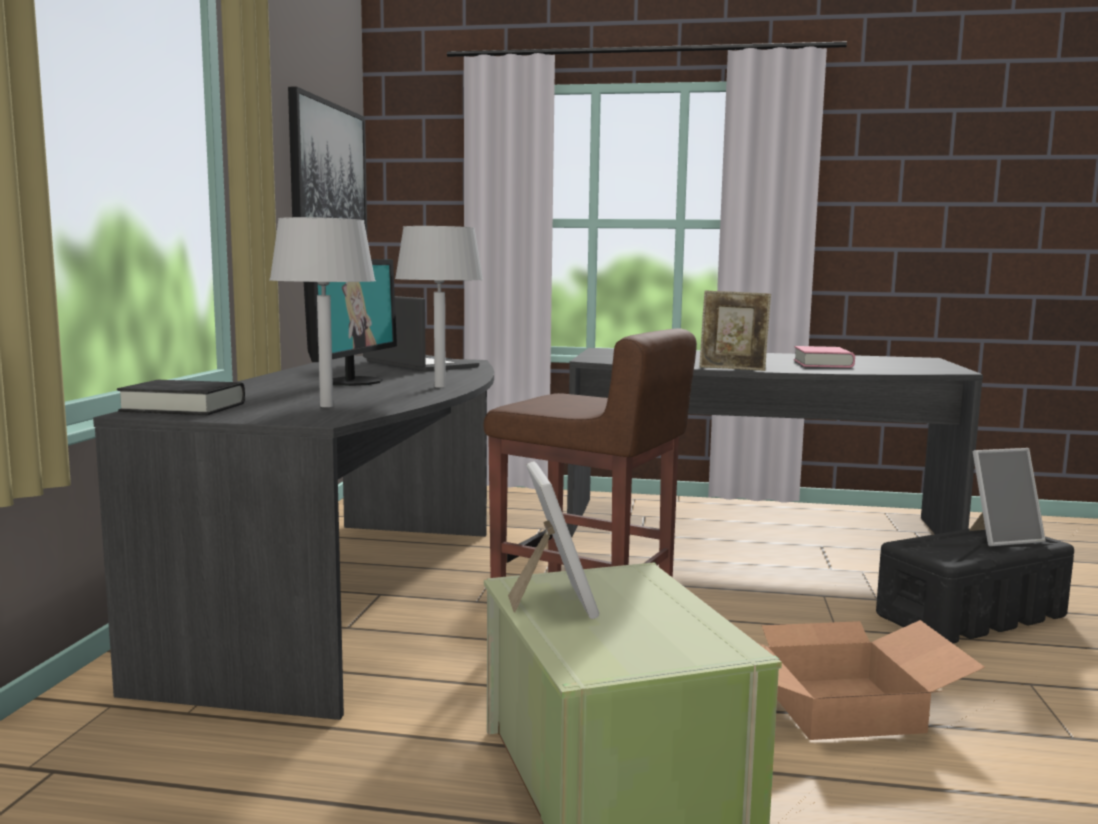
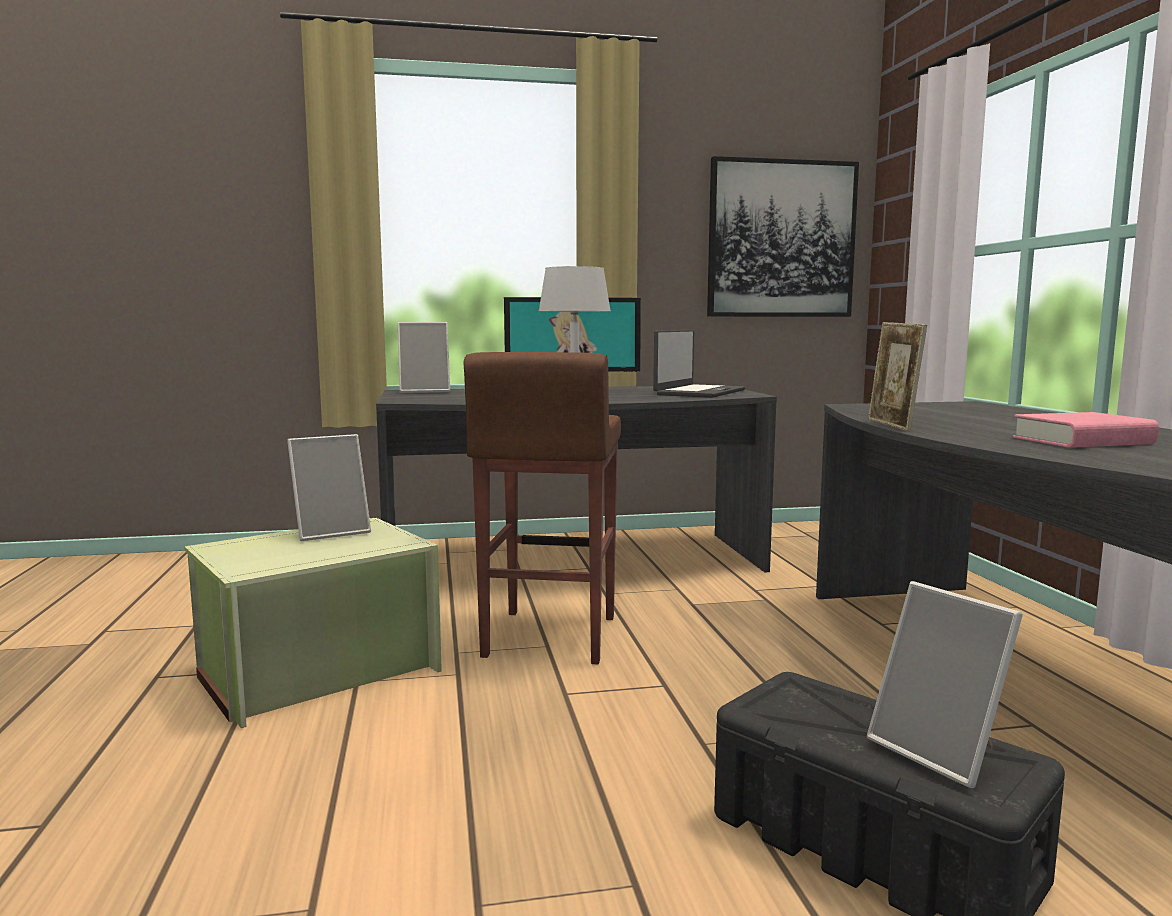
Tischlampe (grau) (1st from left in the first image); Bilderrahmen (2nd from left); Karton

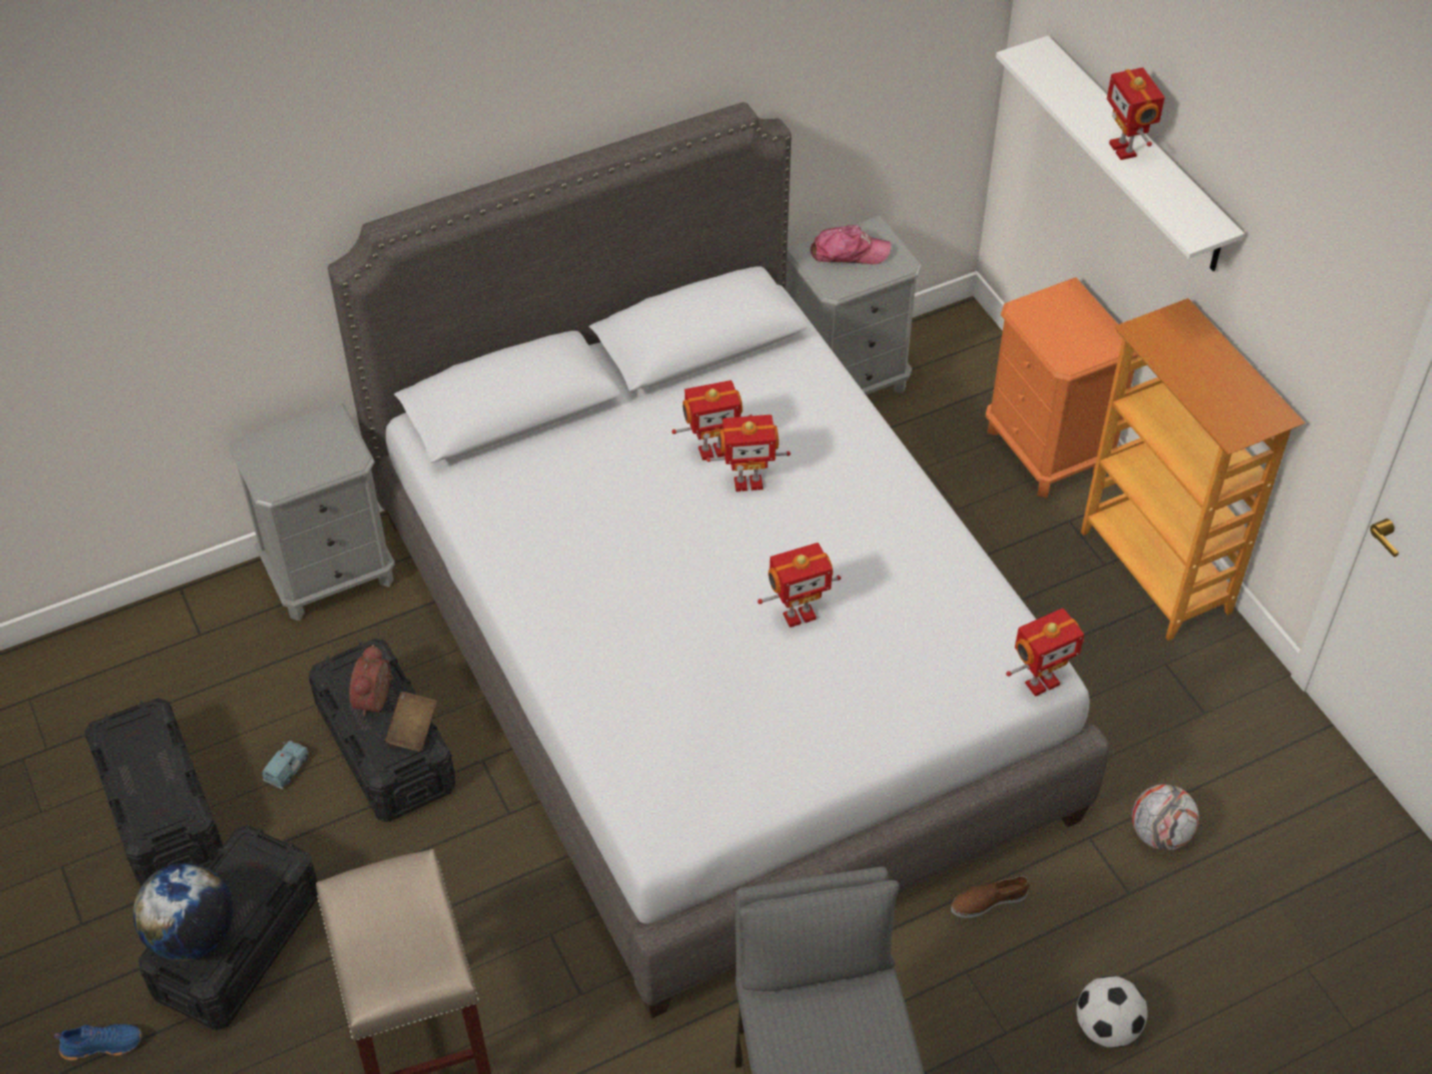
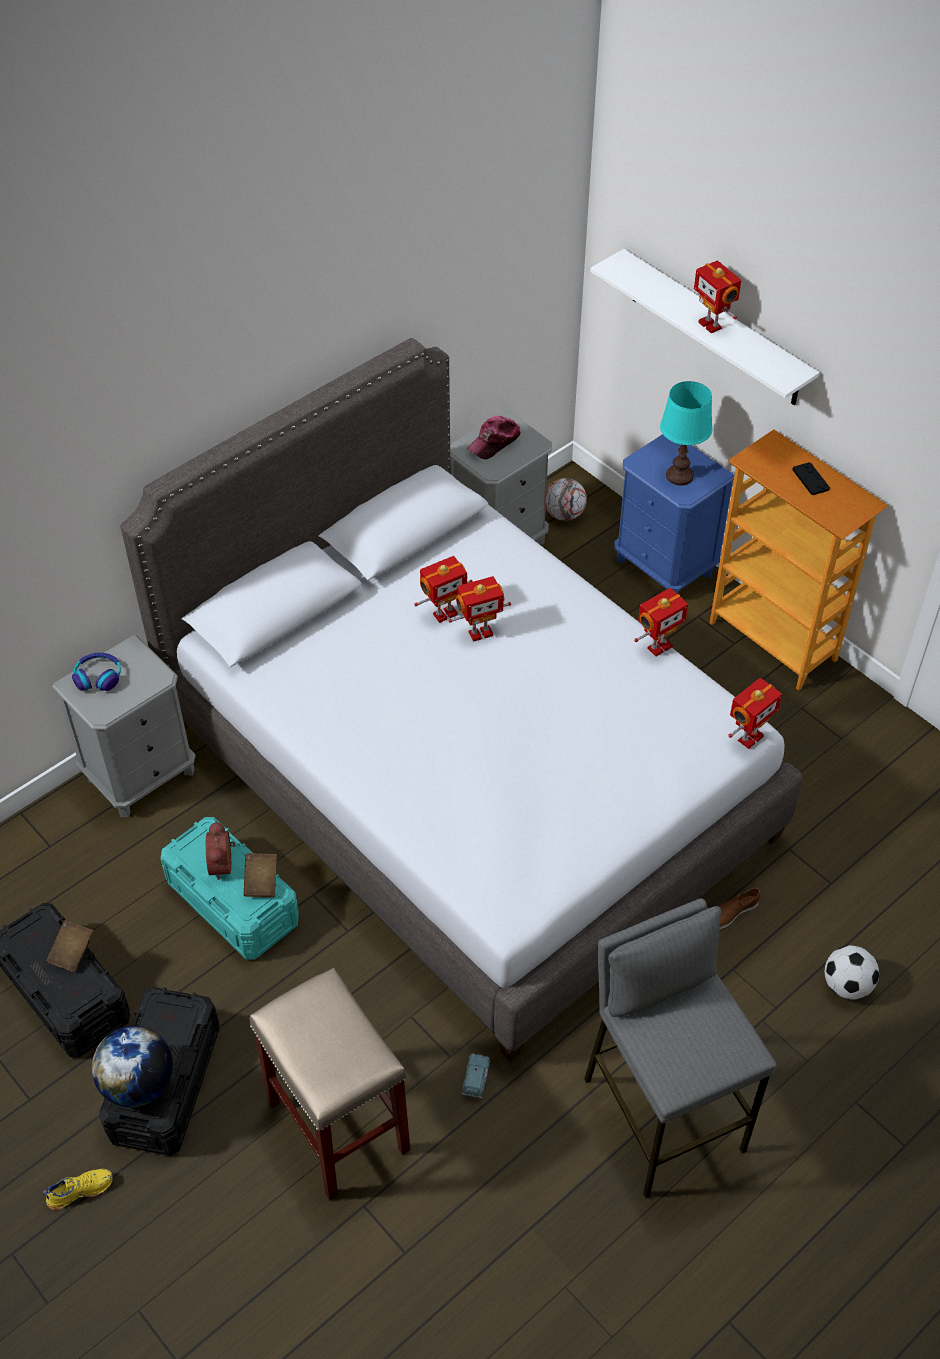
Kappe; Nachttisch (blau); Spielzeugroboter (3rd from left); Aufbewahrungsbox (türkis); Spielzeugauto (blau); Fußball (1st from left); Schuh (gelb); Tischlampe (türkis); Gamepad (schwarz); Kopfhörer; Buch (braun) (1st from left)

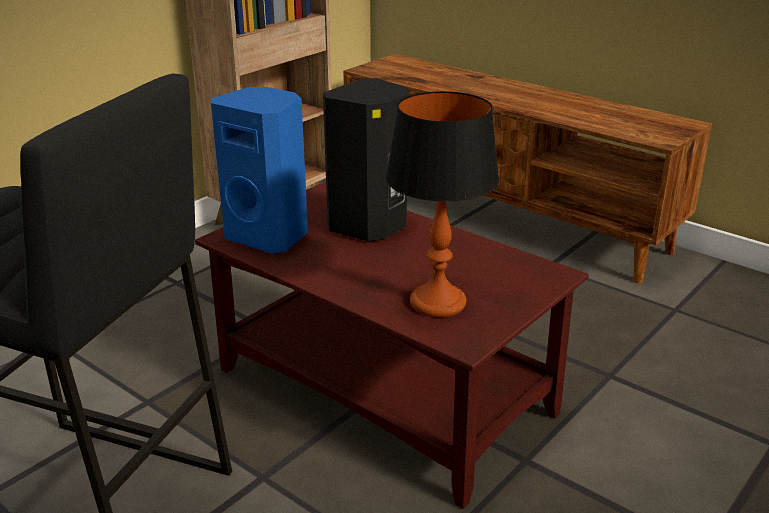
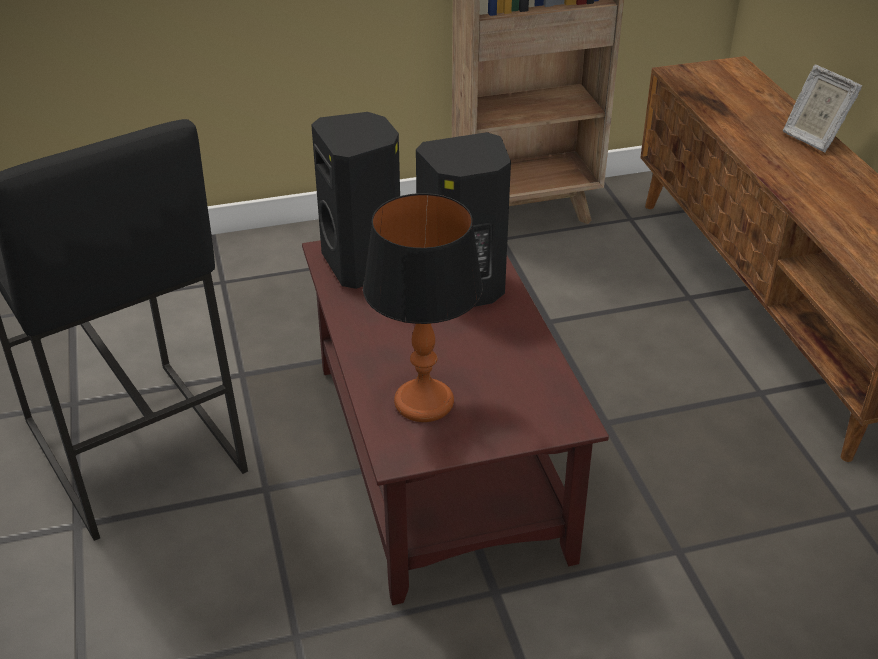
Lautsprecher (schwarz) (1st from left); Bilderrahmen

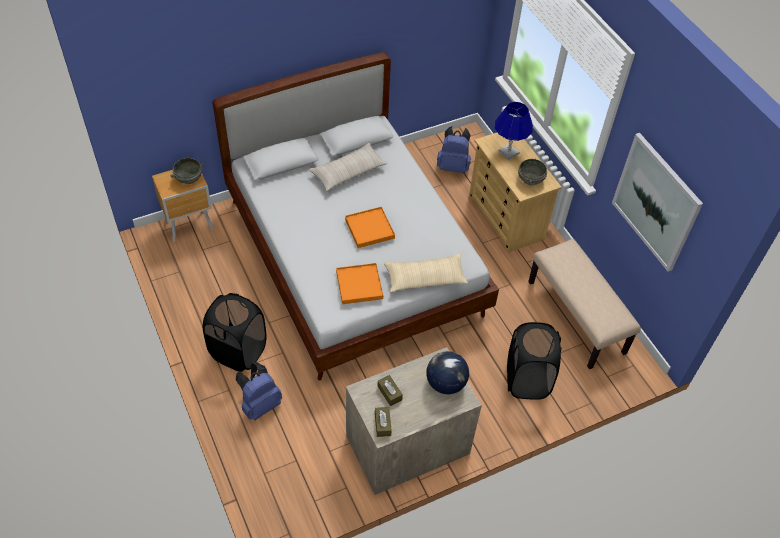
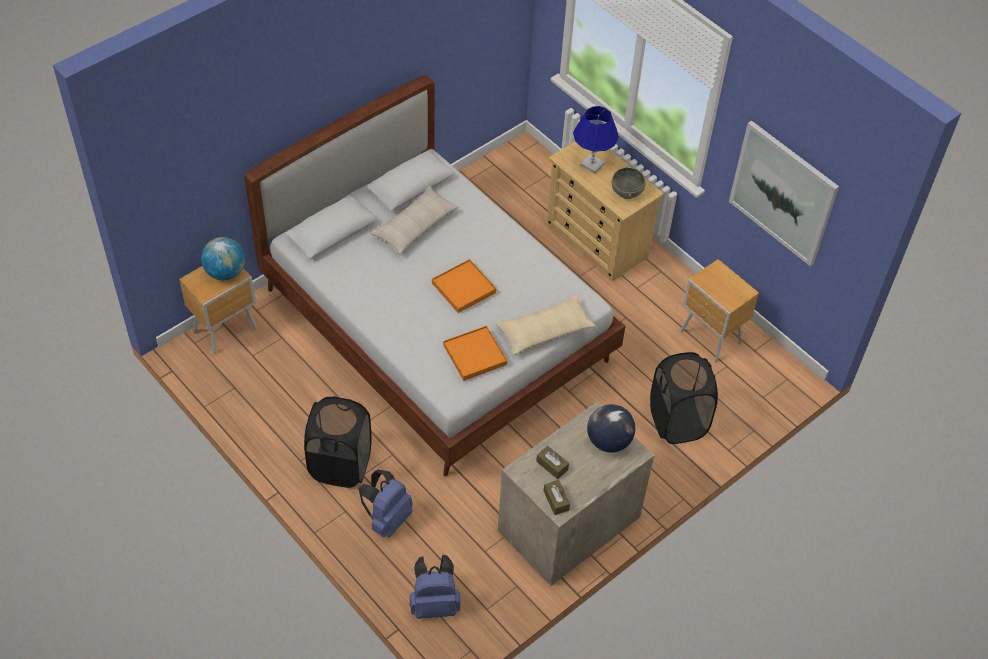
Rucksack (blau) (2nd from left); Globus (1st from left); Nachttisch (braun) (2nd from left)

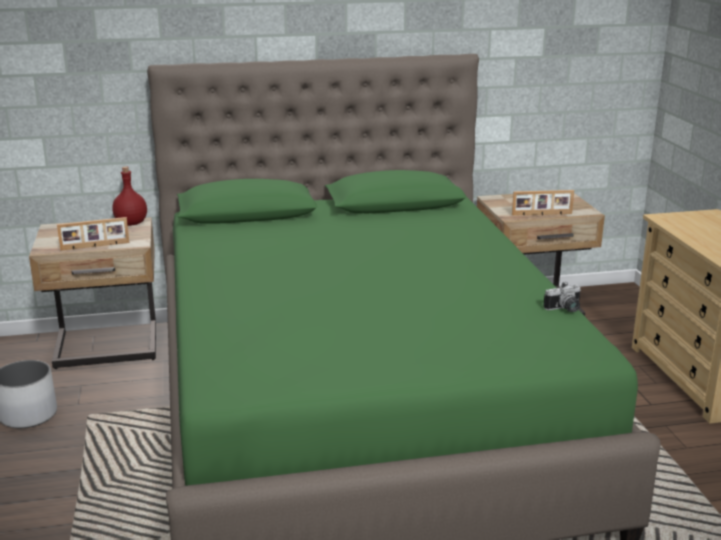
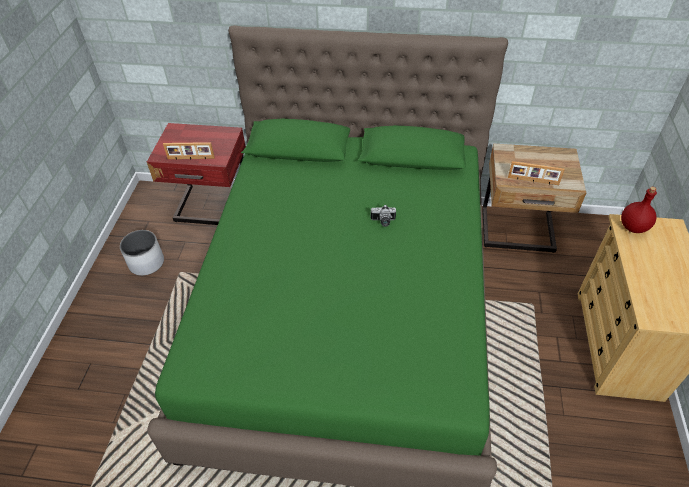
Flasche (rot); Nachttisch (rot); Kamera

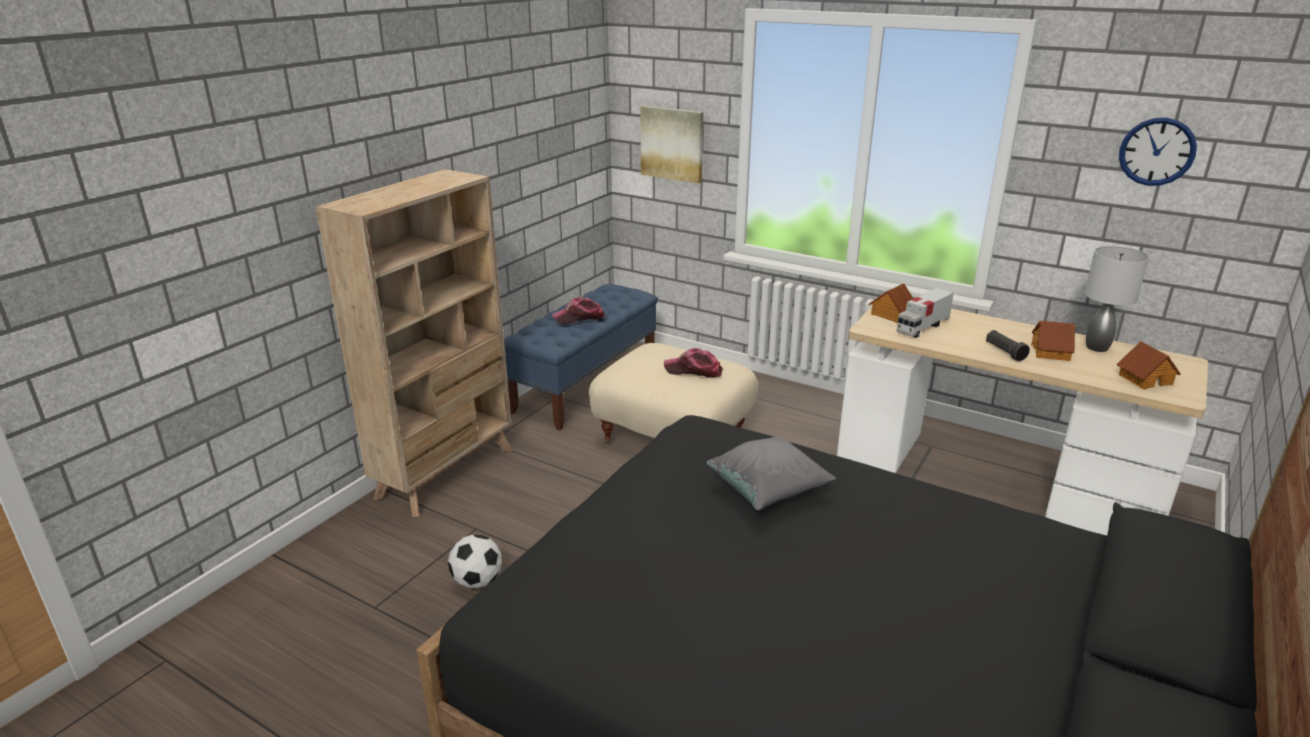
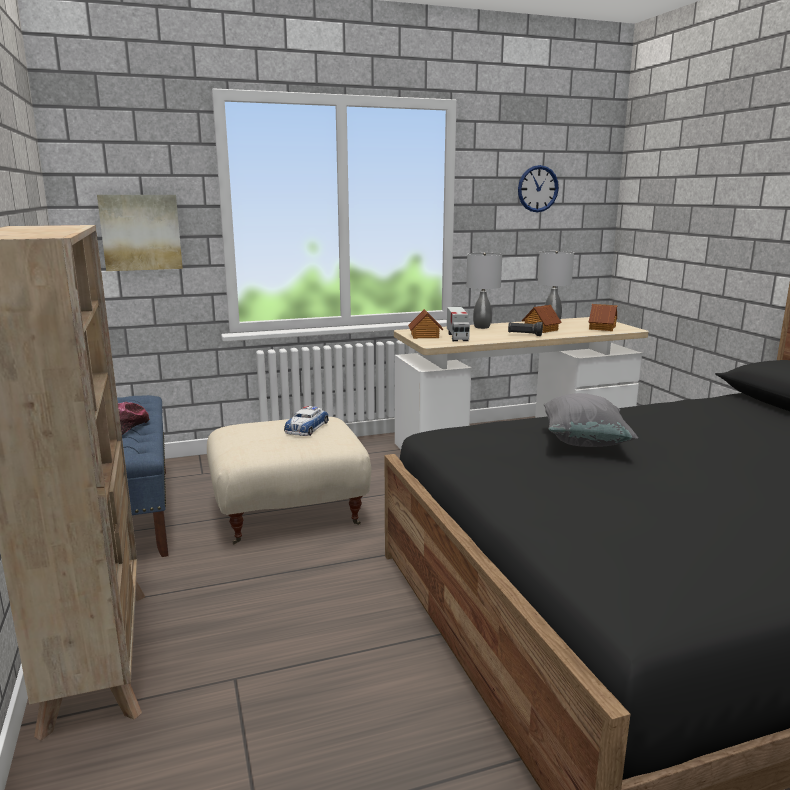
Spielzeugauto; Fußball; Tischlampe (grau) (1st from left)

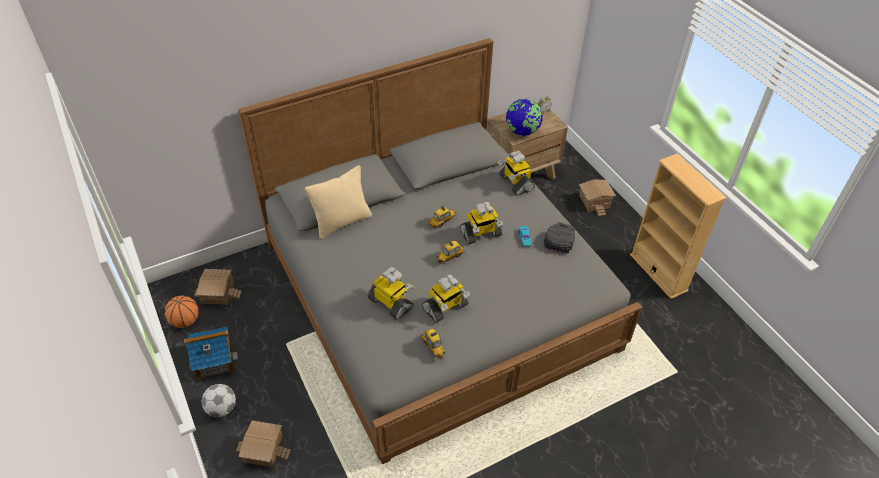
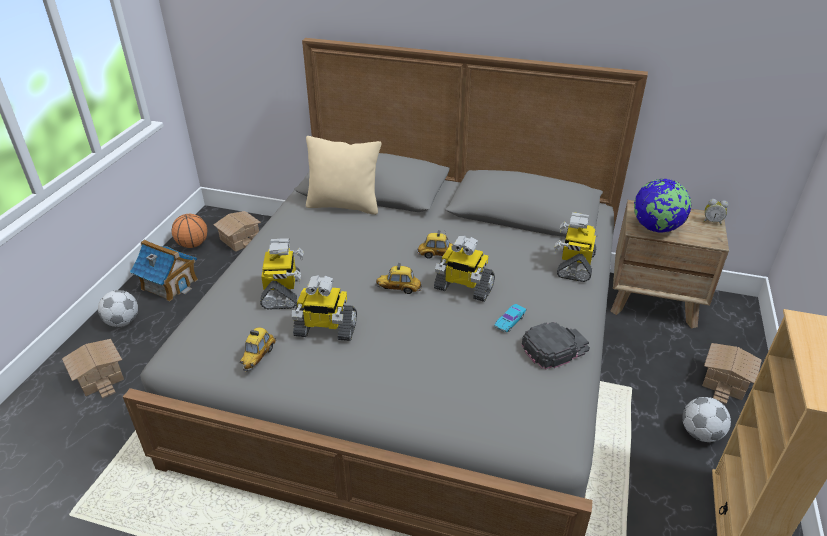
Fußball (2nd from left)

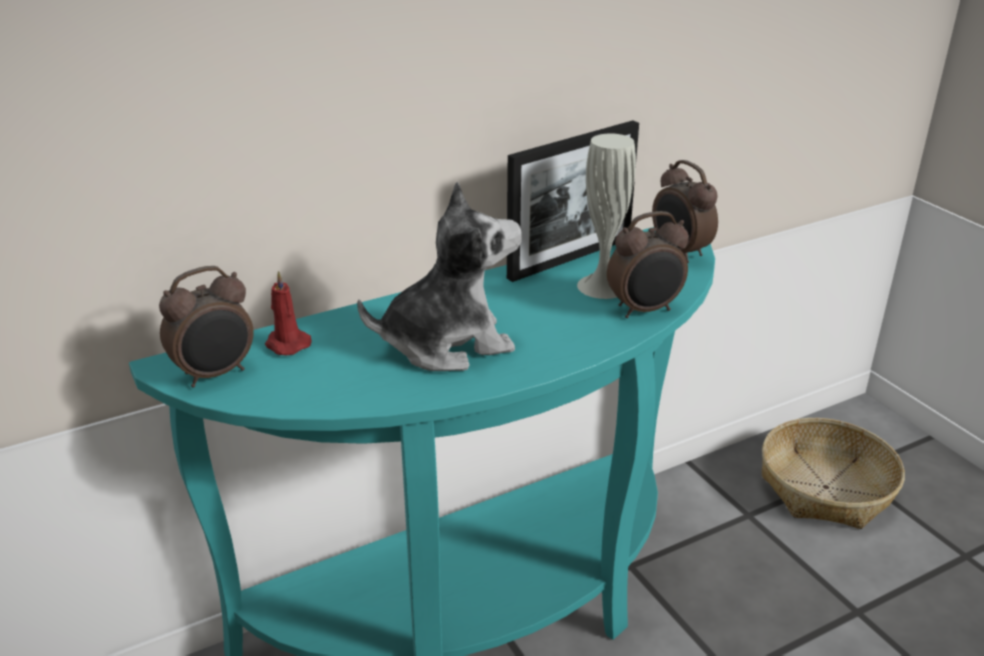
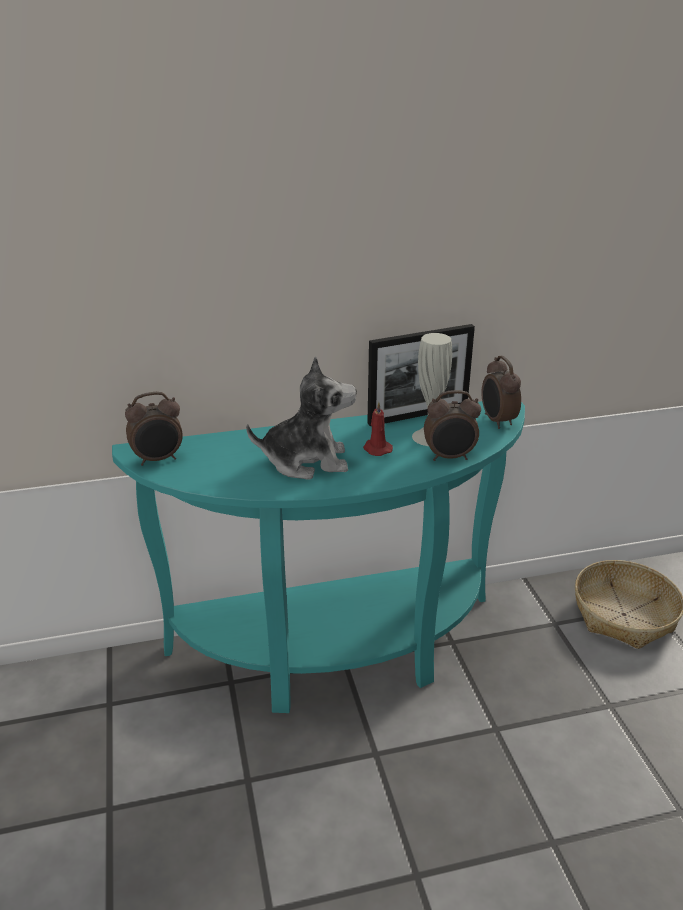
Kerze (rot)

